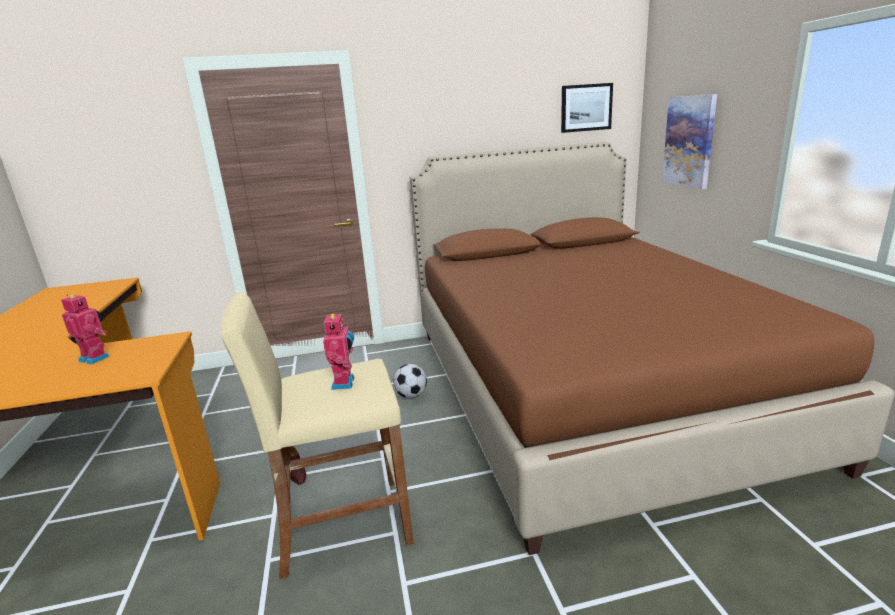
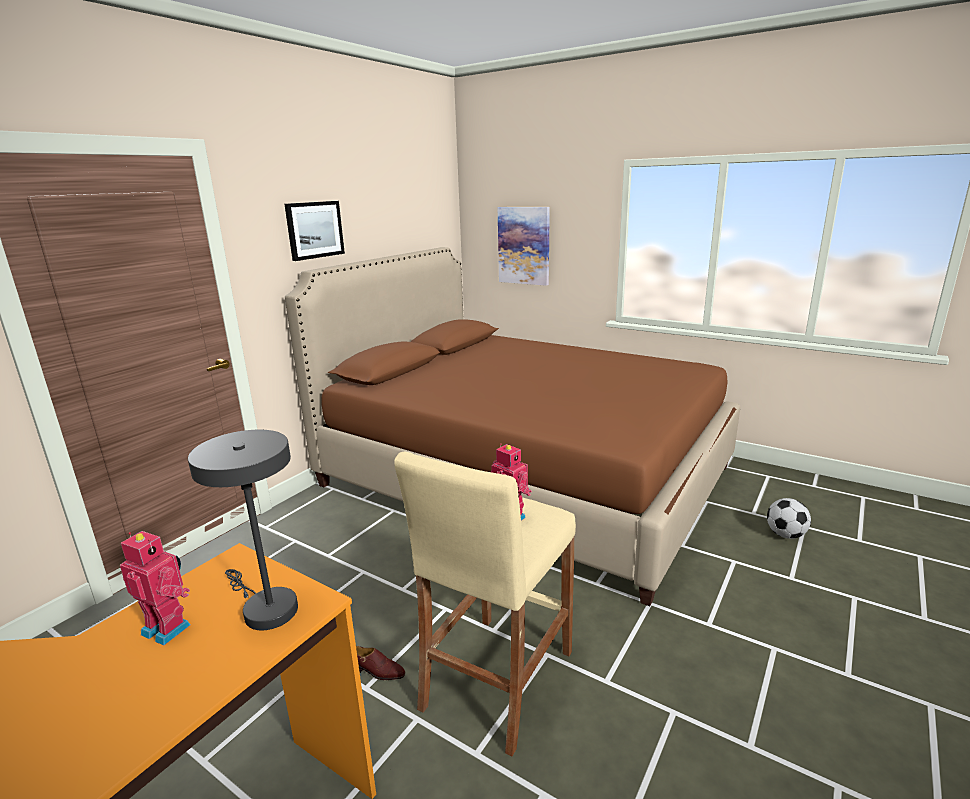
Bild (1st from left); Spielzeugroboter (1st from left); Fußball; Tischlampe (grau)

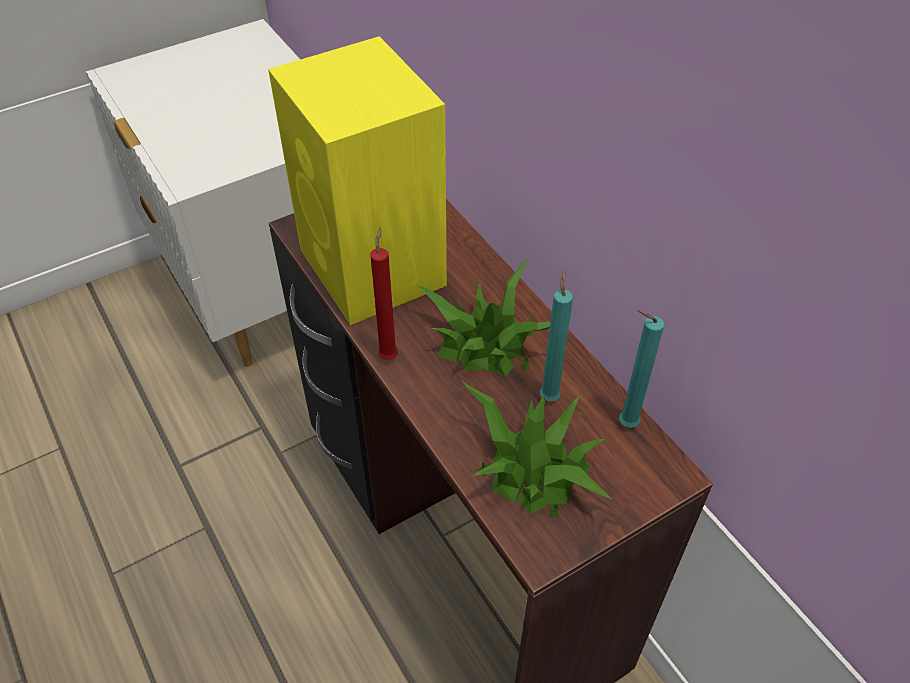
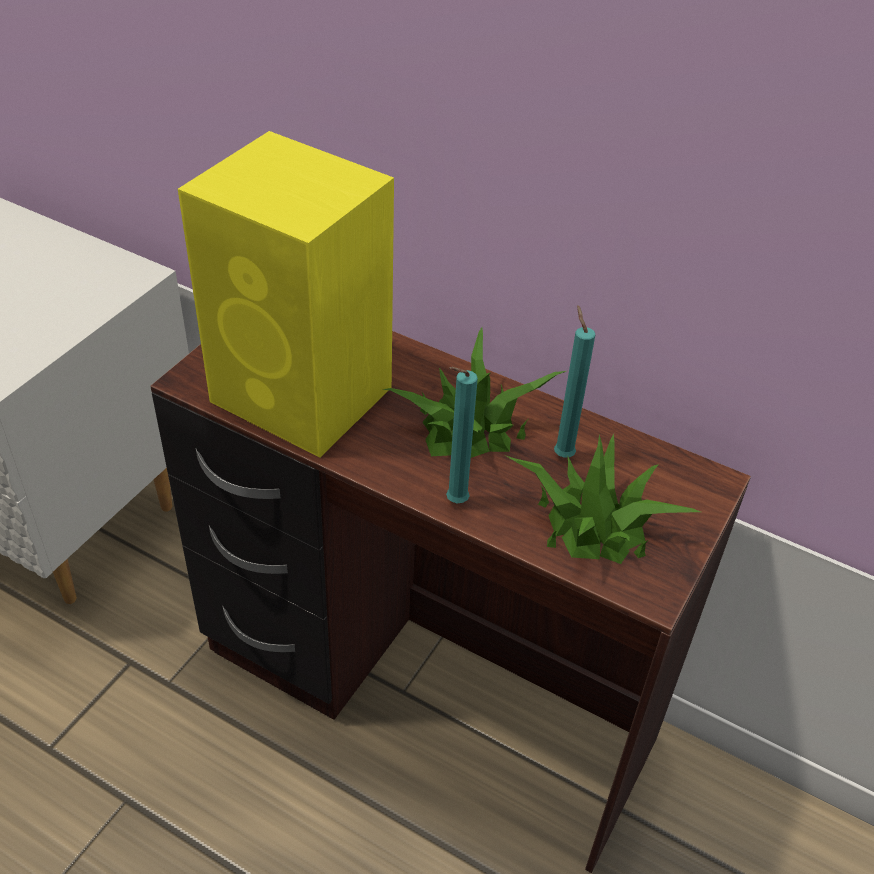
Kerze (rot); Kerze (türkis) (1st from left)

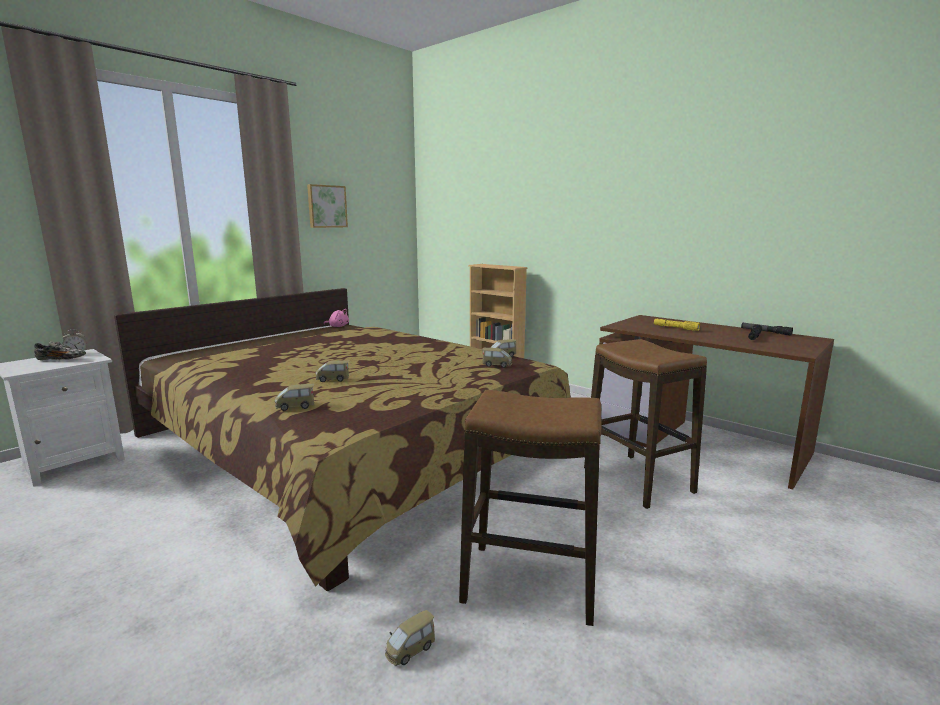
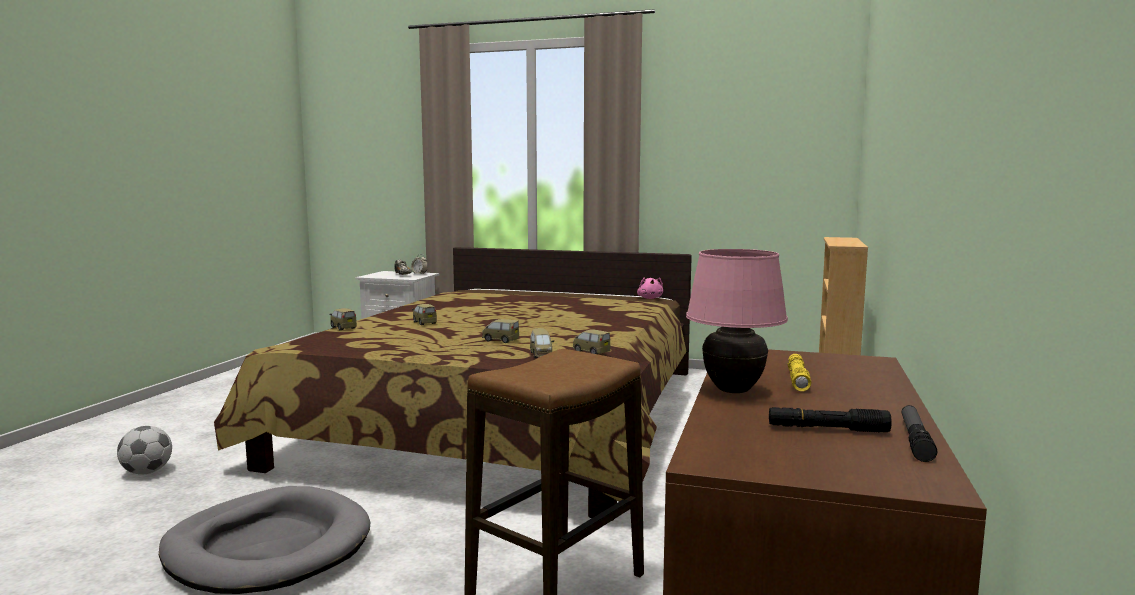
Bild; Hundebett (grau); Spielzeugauto (3rd from left); Tischlampe (rosa); Fußball

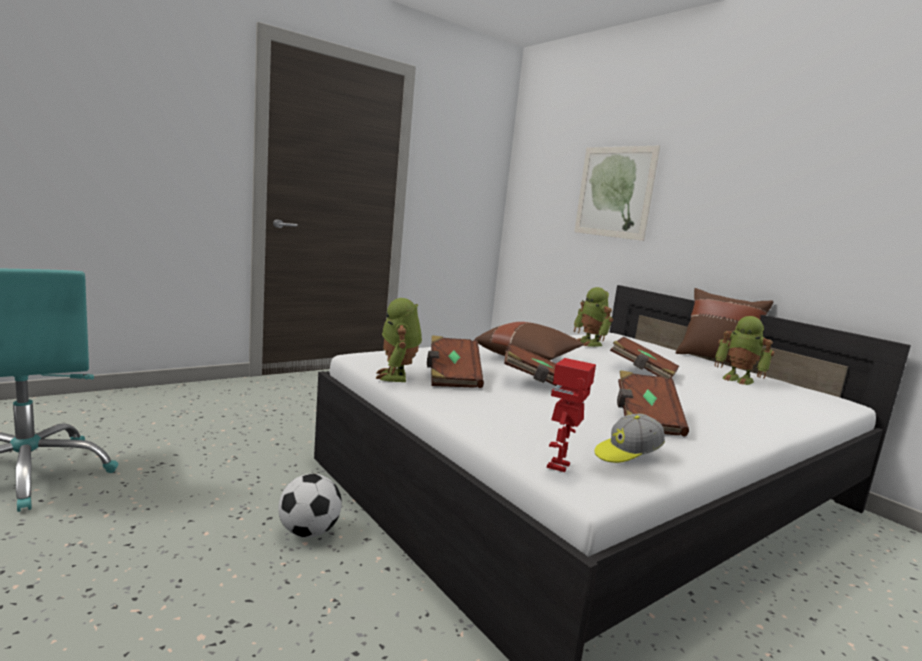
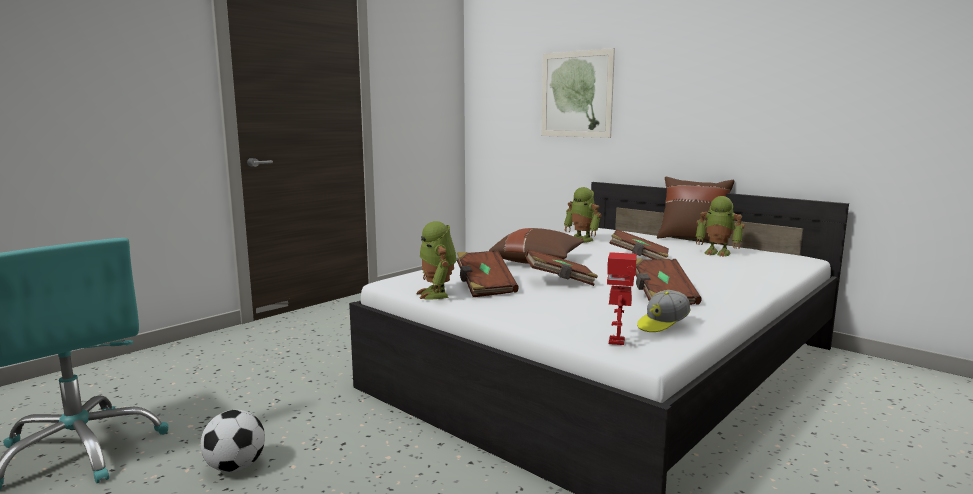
Fußball

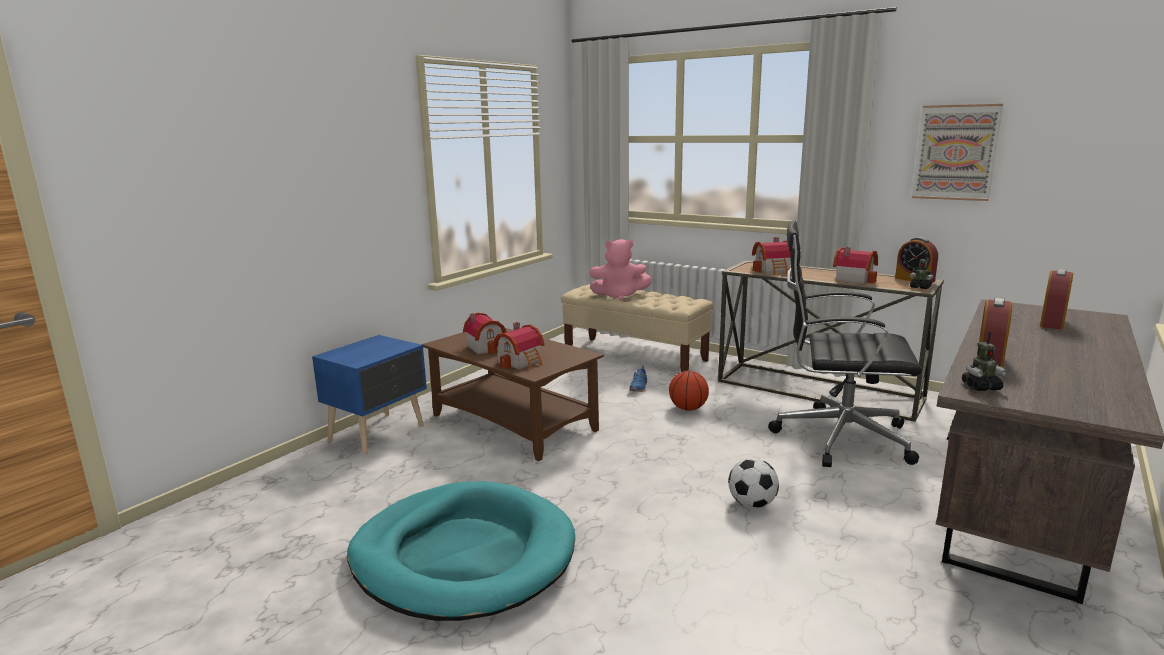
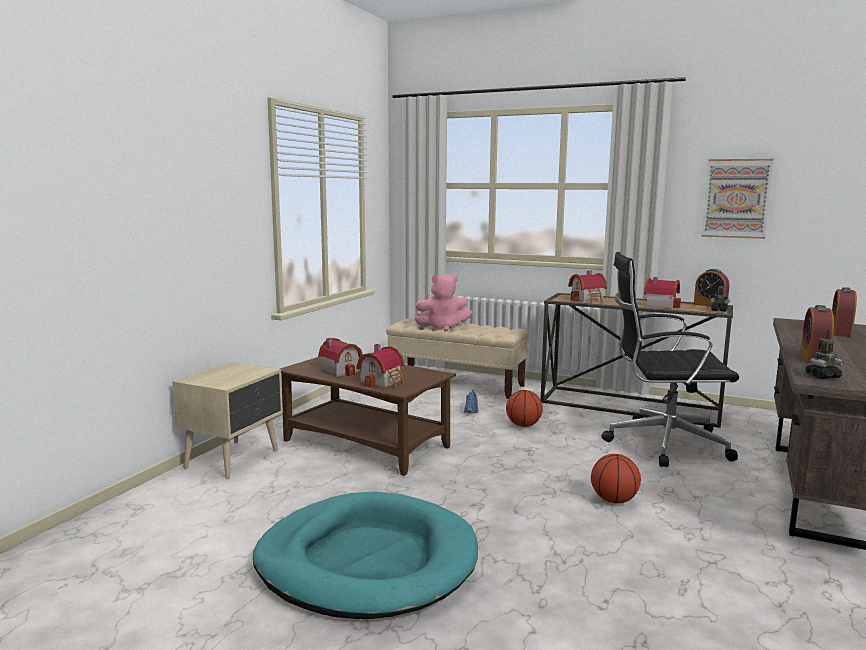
Nachttisch (beige); Basketball (2nd from left)

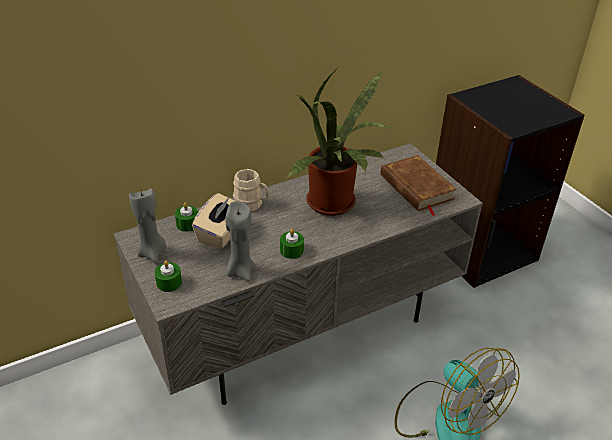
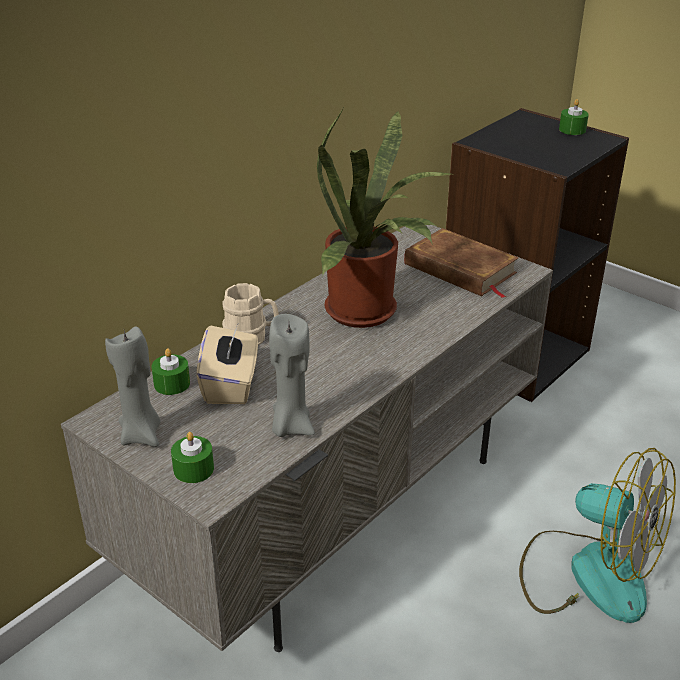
Kerze (grün) (3rd from left)

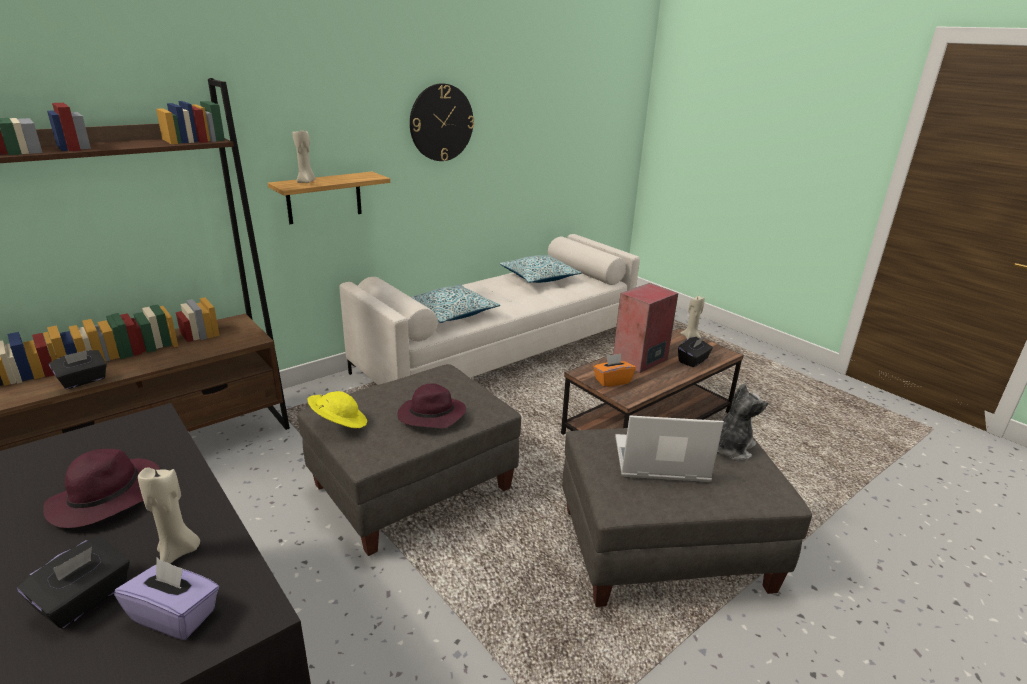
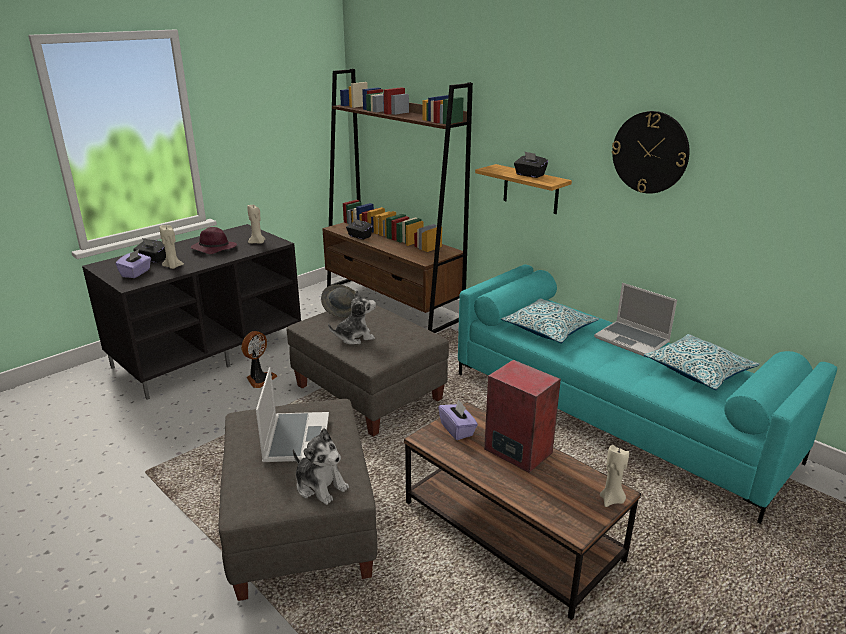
Kerze (beige) (2nd from left); Sofa (türkis); Taschentuchbox (schwarz) (3rd from left); Taschentuchbox (lila) (2nd from left); Plüschtier (2nd from left); Hut (grau); Laptop (2nd from left); Ventilator

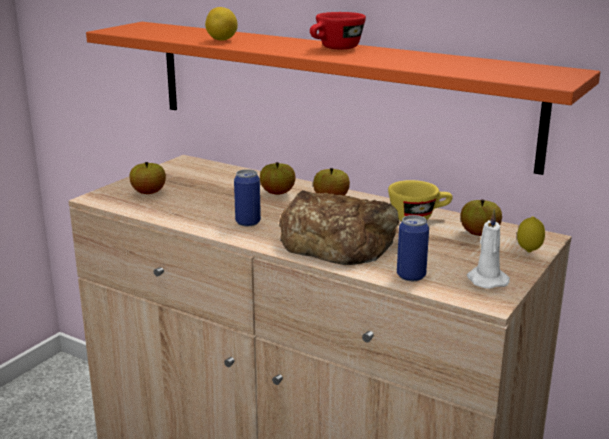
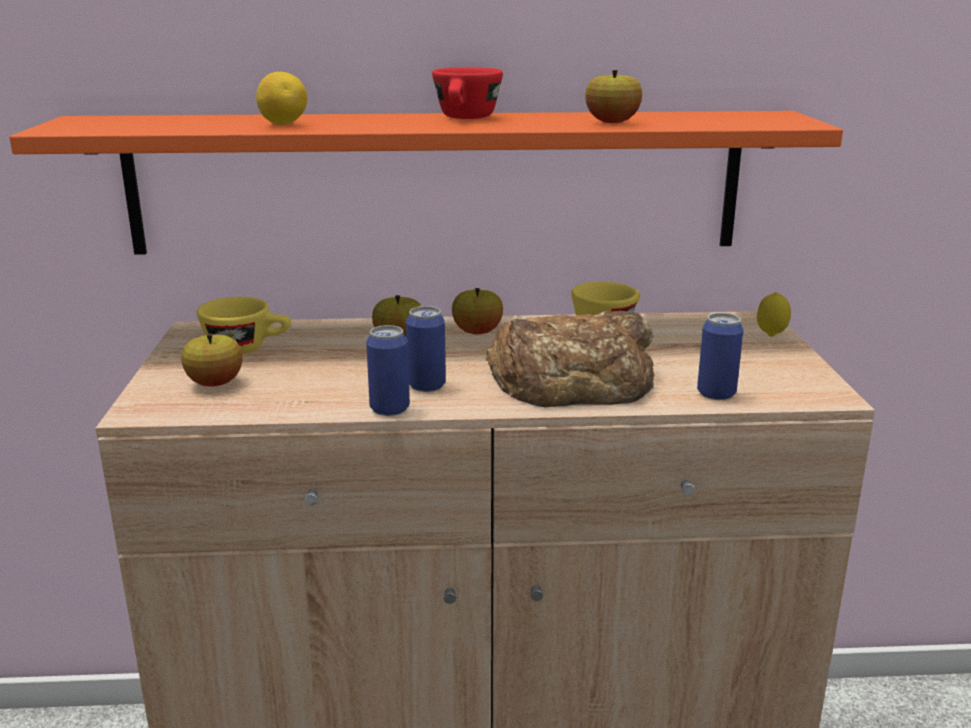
Apfel (4th from left); Kerze (weiß); Tasse (gelb) (1st from left); Dose (1st from left)

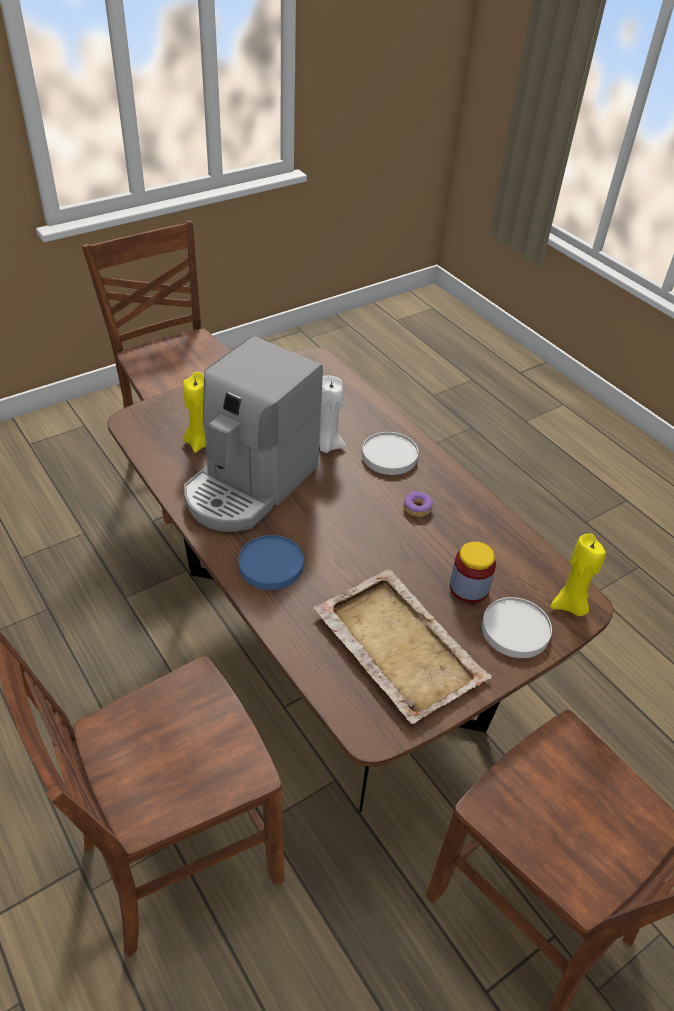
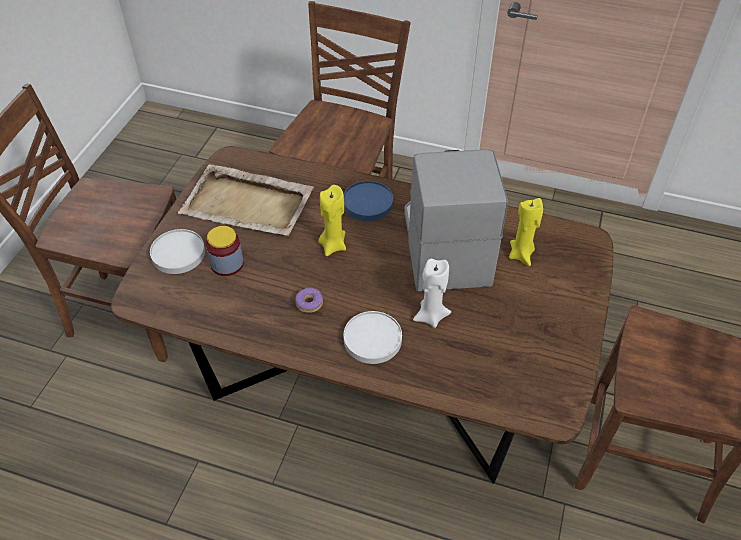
Kerze (gelb) (1st from left)

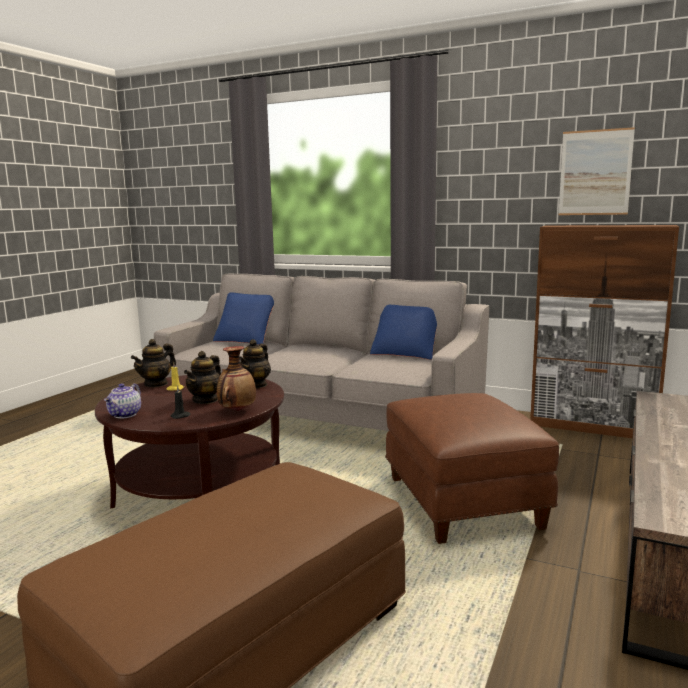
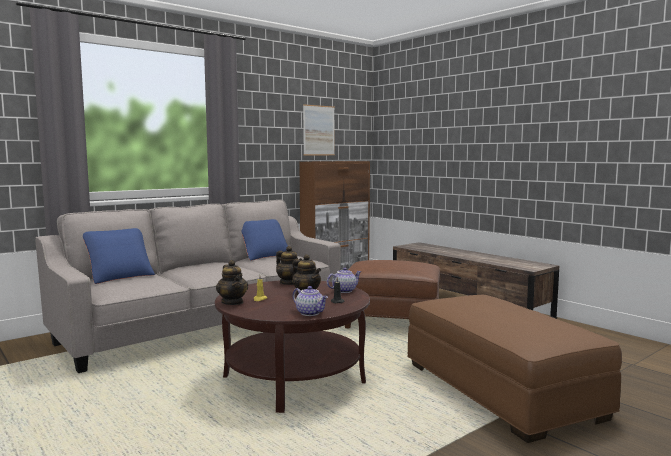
Teekanne (5th from left)

